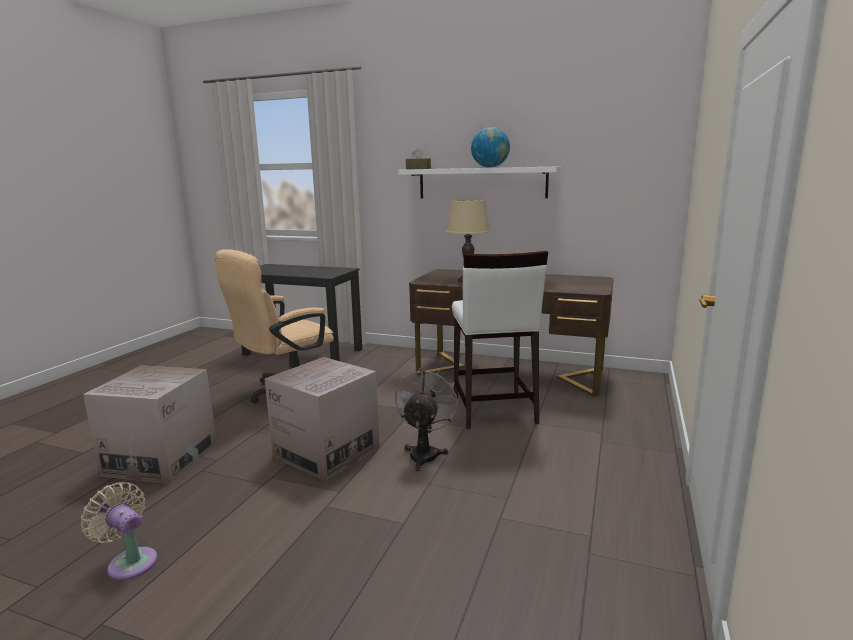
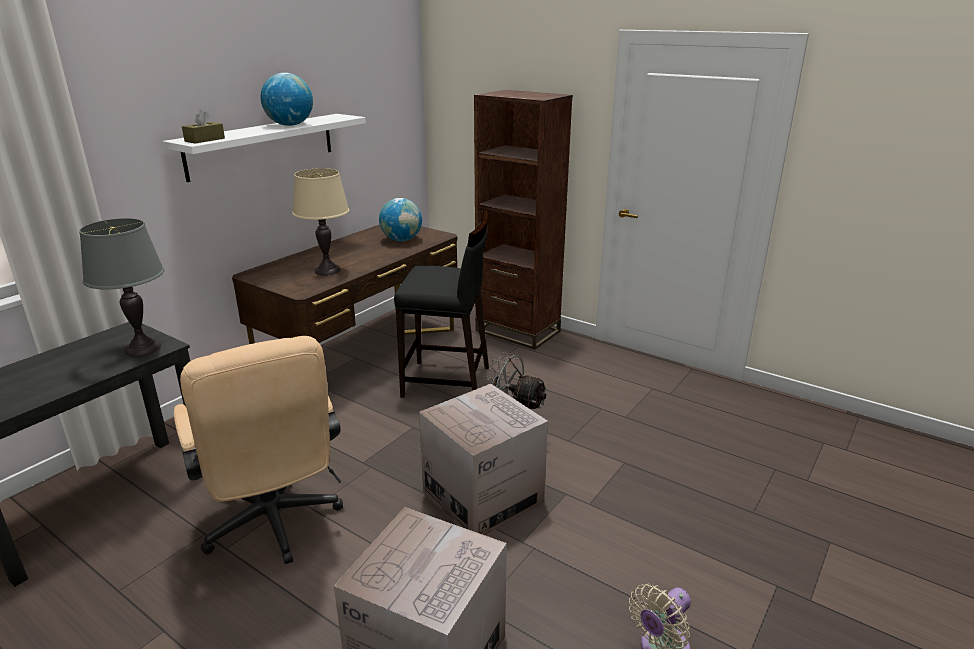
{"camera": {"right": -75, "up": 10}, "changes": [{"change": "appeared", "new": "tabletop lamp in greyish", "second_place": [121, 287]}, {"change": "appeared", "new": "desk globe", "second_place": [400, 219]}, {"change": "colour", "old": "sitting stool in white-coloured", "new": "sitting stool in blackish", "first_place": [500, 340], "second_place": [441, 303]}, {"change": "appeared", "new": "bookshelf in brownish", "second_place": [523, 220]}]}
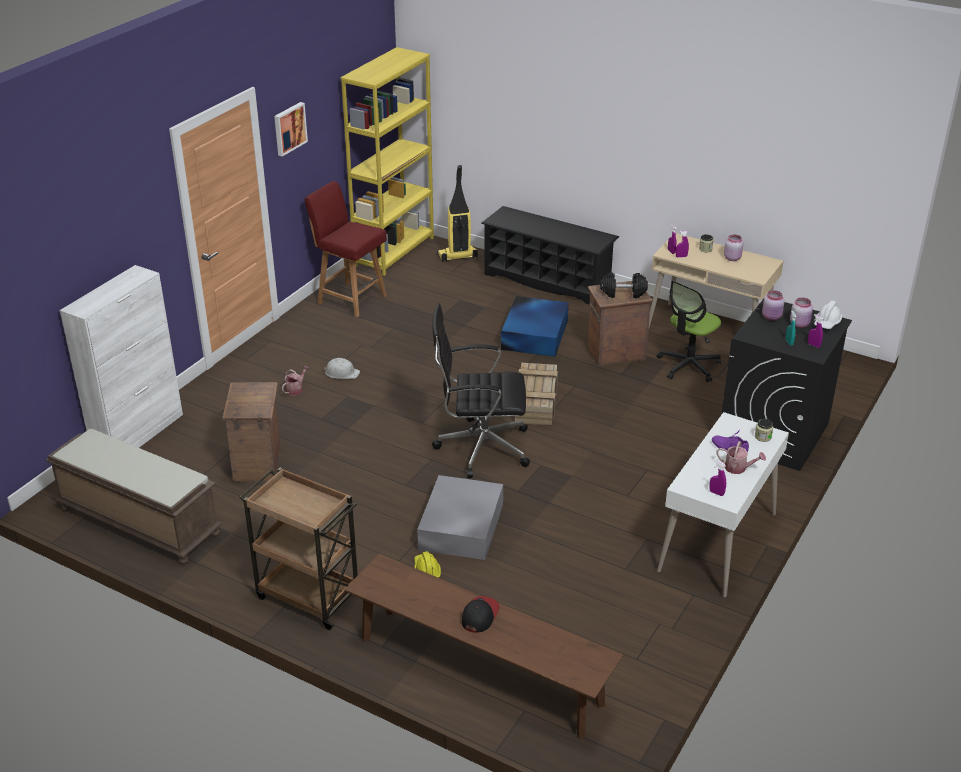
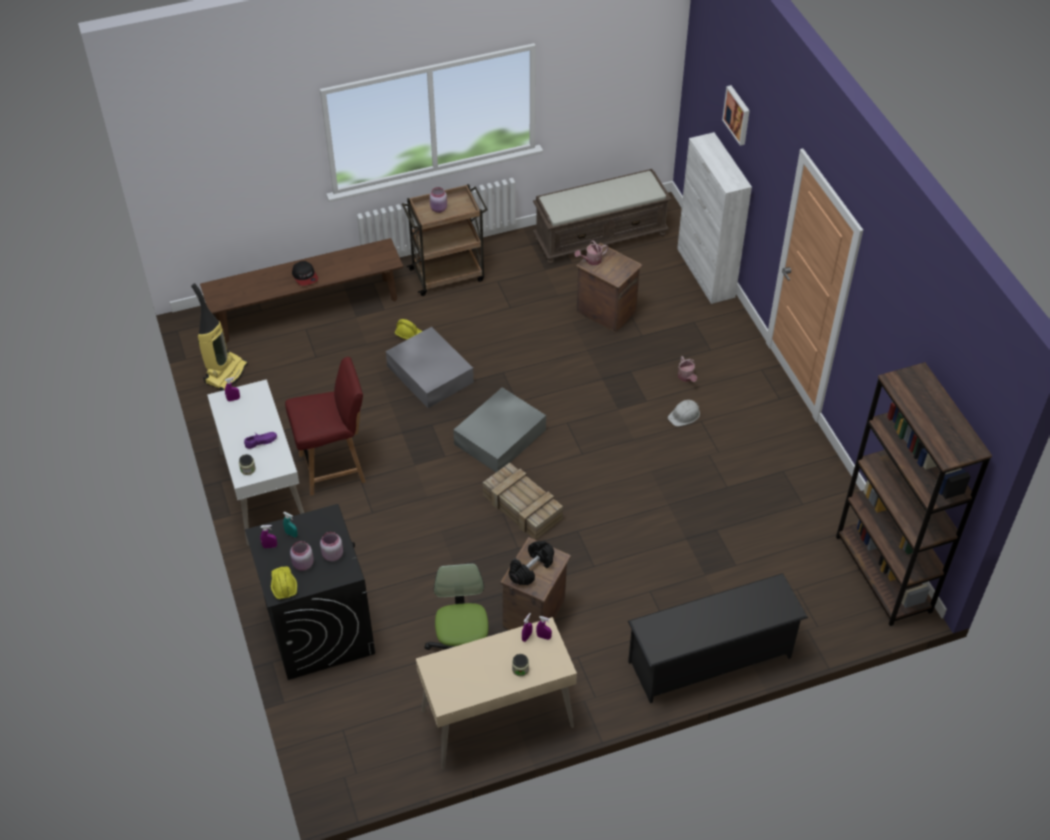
{"camera": {"right": 130, "up": 15}, "changes": [{"change": "relocated", "old": "vacuum", "first_place": [457, 213], "second_place": [219, 337]}, {"change": "colour", "old": "work helmet in white-coloured", "new": "work helmet in yellowish", "first_place": [828, 314], "second_place": [284, 583]}, {"change": "relocated", "old": "upright chair in red-coloured", "first_place": [345, 249], "second_place": [325, 426]}, {"change": "relocated", "old": "jar in pink-coloured", "first_place": [733, 248], "second_place": [438, 200]}, {"change": "exchanged", "old": "computer chair in blackish", "new": "storage bin in greyish", "first_place": [481, 390], "second_place": [499, 429]}, {"change": "relocated", "old": "watering pot", "first_place": [741, 457], "second_place": [591, 253]}, {"change": "relocated", "old": "picture", "first_place": [291, 129], "second_place": [736, 115]}, {"change": "colour", "old": "bookshelf in yellowish", "new": "bookshelf in brownish", "first_place": [387, 161], "second_place": [914, 494]}, {"change": "missing", "old": "storage bin in blue", "first_place": [535, 326]}]}
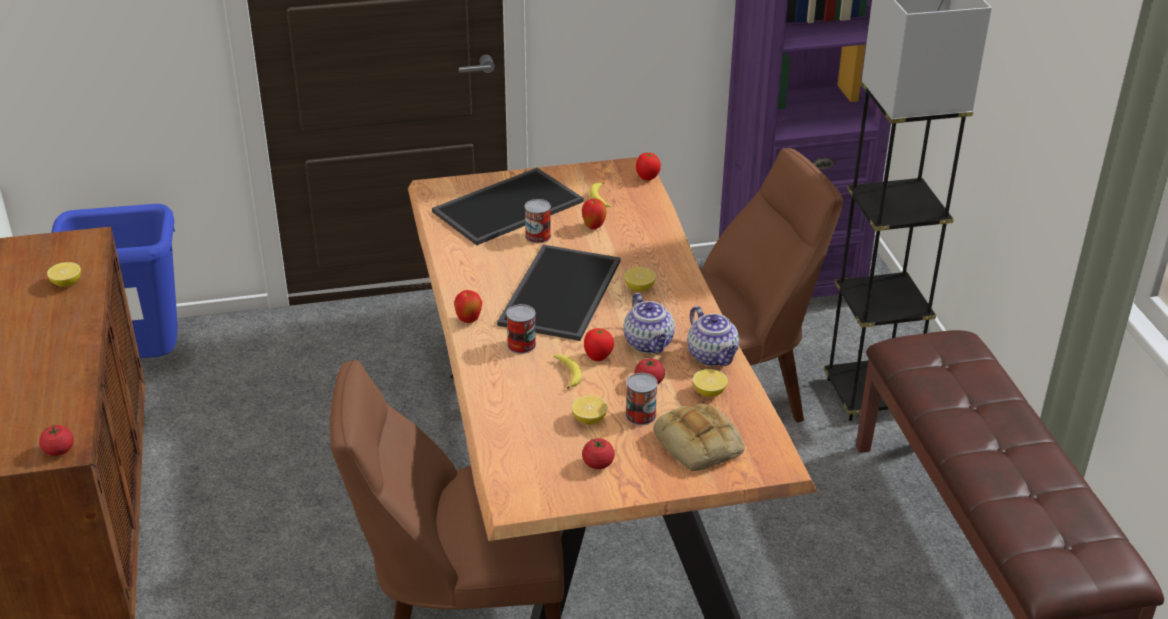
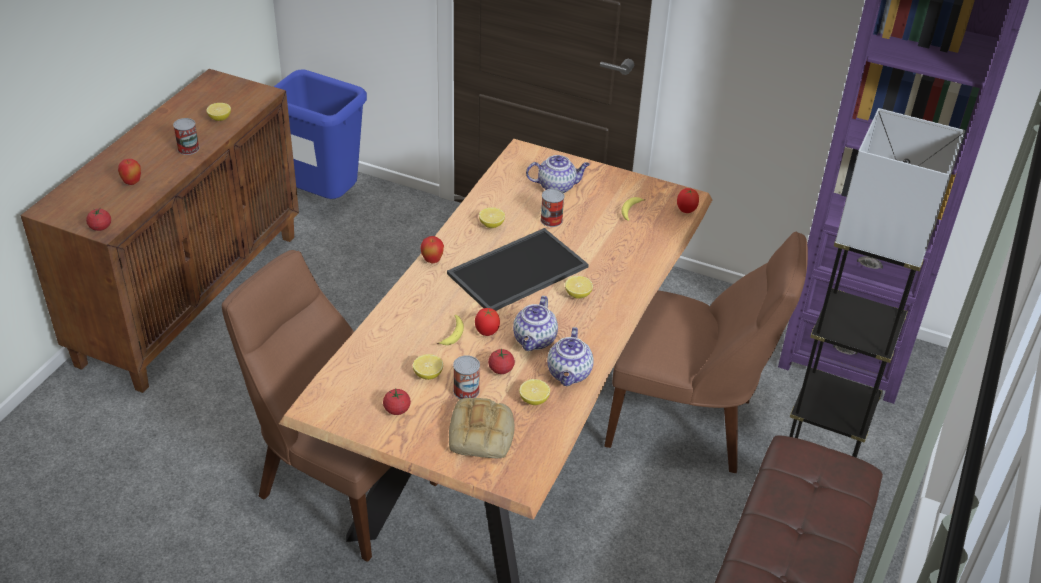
{"camera": {"right": 35, "up": 5}, "changes": [{"change": "relocated", "old": "whole apple", "first_place": [594, 214], "second_place": [129, 172]}, {"change": "relocated", "old": "can", "first_place": [521, 329], "second_place": [186, 136]}, {"change": "appeared", "new": "whole lemon", "second_place": [492, 217]}, {"change": "exchanged", "old": "serving tray", "new": "teapot", "first_place": [507, 206], "second_place": [558, 174]}]}
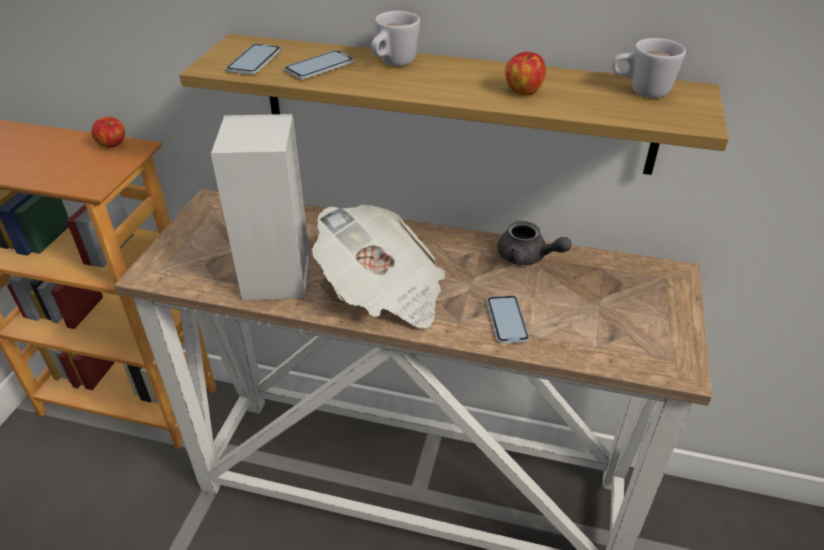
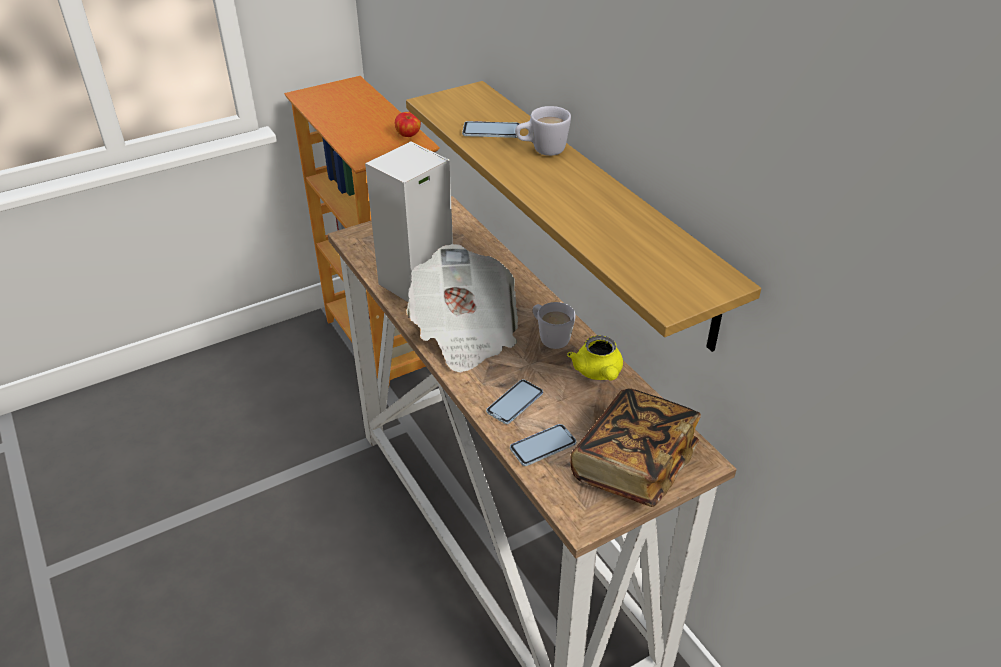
{"camera": {"right": 45, "up": 0}, "changes": [{"change": "relocated", "old": "telephone", "first_place": [253, 59], "second_place": [543, 445]}, {"change": "relocated", "old": "coffee mug in white-coloured", "first_place": [649, 68], "second_place": [554, 325]}, {"change": "colour", "old": "teapot in greyish", "new": "teapot in yellowish", "first_place": [534, 243], "second_place": [595, 358]}, {"change": "appeared", "new": "book", "second_place": [635, 447]}, {"change": "missing", "old": "whole apple", "first_place": [525, 73]}]}
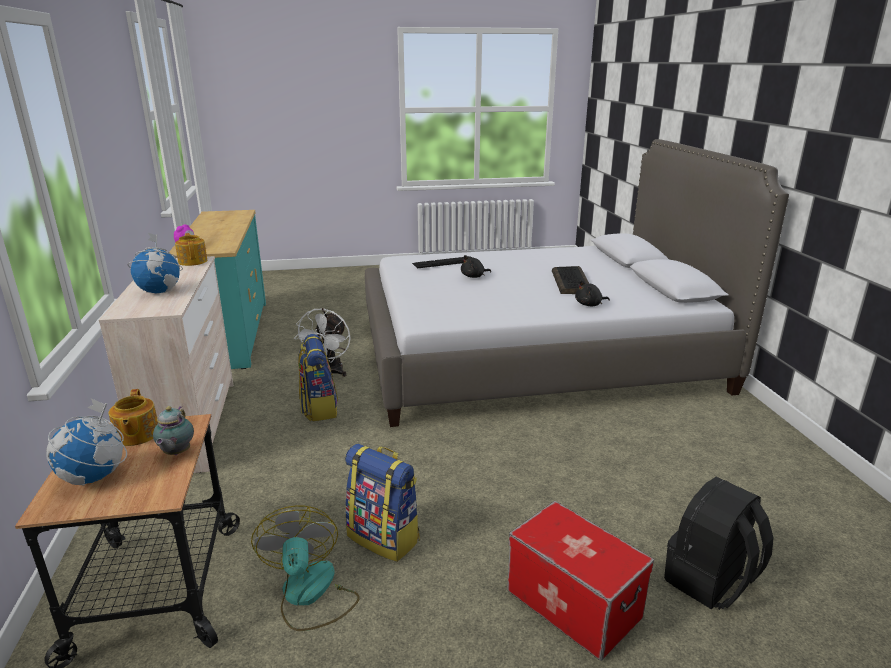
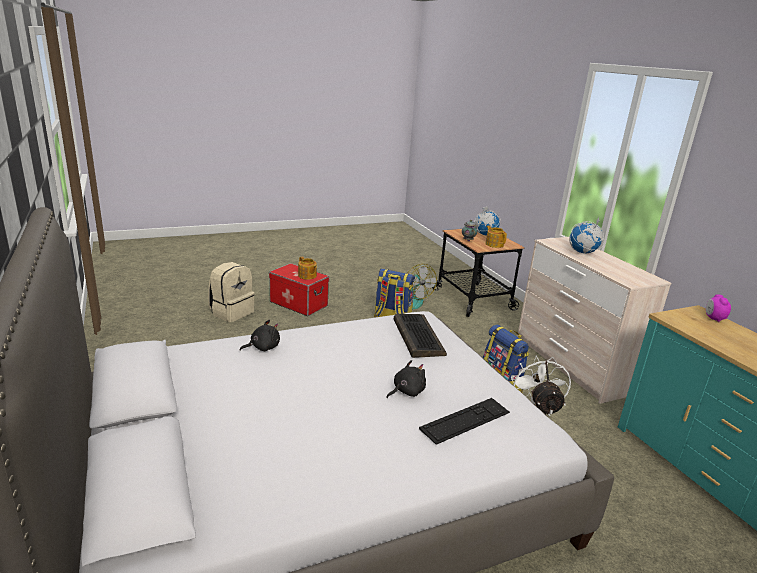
{"camera": {"right": 165, "up": 0}, "changes": [{"change": "colour", "old": "backpack in blackish", "new": "backpack in beige", "first_place": [719, 543], "second_place": [231, 292]}, {"change": "relocated", "old": "teapot", "first_place": [191, 249], "second_place": [307, 268]}, {"change": "relocated", "old": "PC keyboard", "first_place": [570, 280], "second_place": [420, 336]}]}
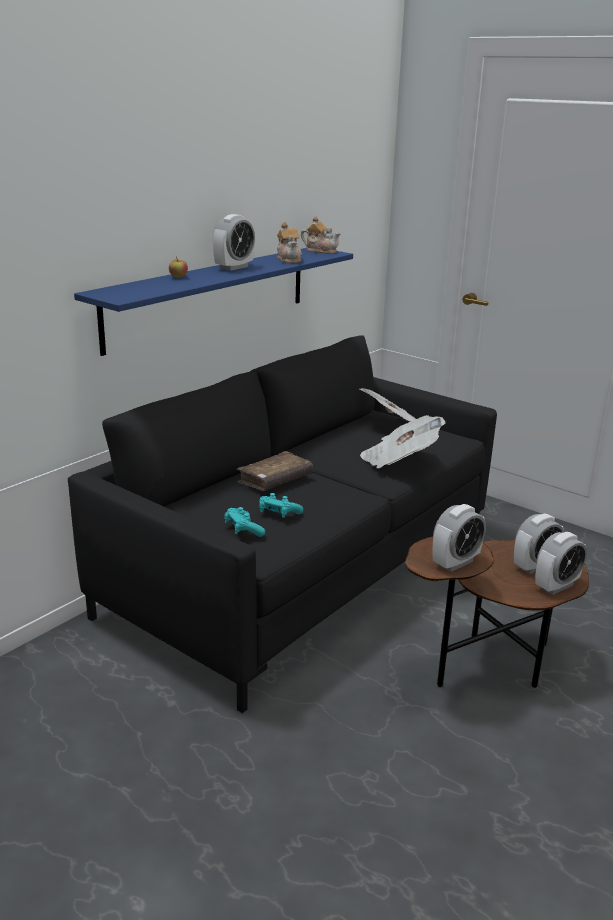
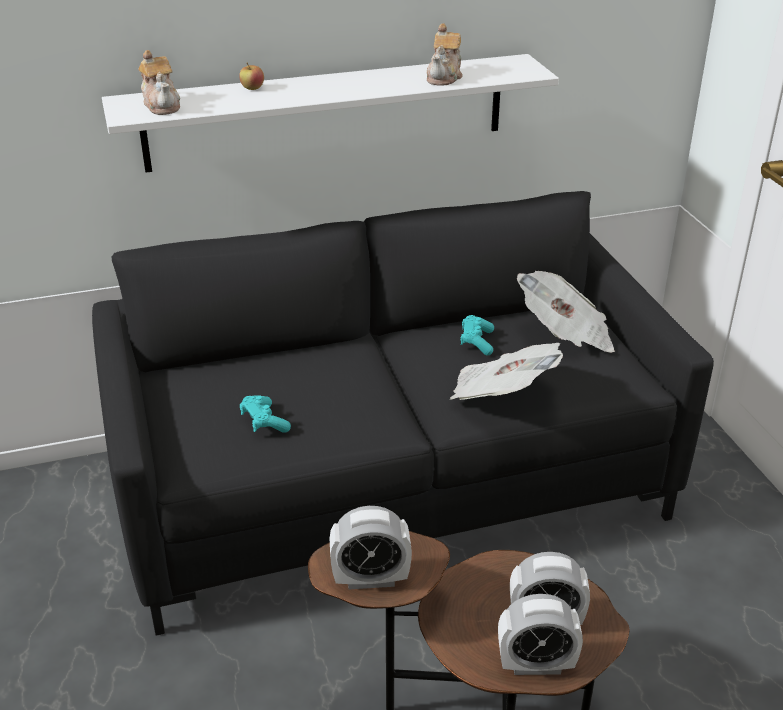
{"camera": {"right": 35, "up": 10}, "changes": [{"change": "colour", "old": "wall shelf in blue", "new": "wall shelf in white-coloured", "first_place": [213, 302], "second_place": [330, 113]}, {"change": "relocated", "old": "teapot", "first_place": [321, 235], "second_place": [159, 82]}, {"change": "relocated", "old": "joypad in blue-green", "first_place": [245, 522], "second_place": [477, 335]}, {"change": "missing", "old": "bedside clock", "first_place": [234, 242]}, {"change": "missing", "old": "book in brownish", "first_place": [274, 471]}]}
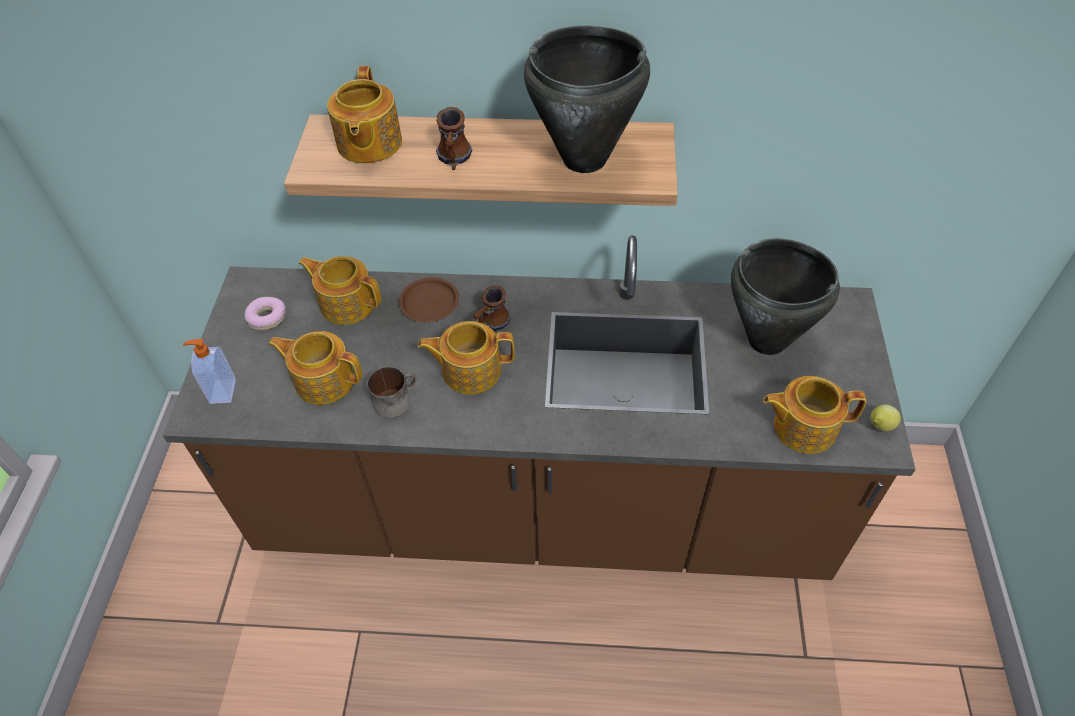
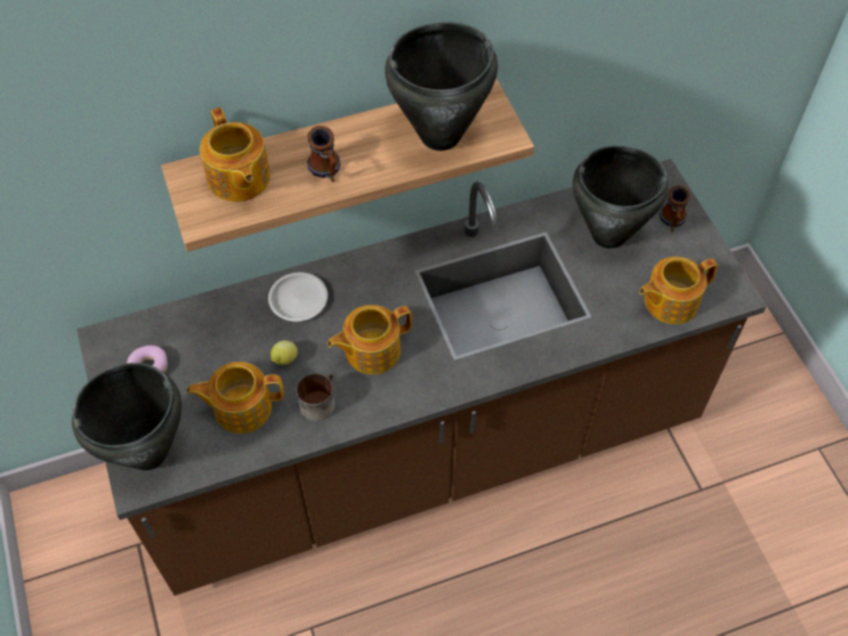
{"camera": {"right": -25, "up": 5}, "changes": [{"change": "exchanged", "old": "soap dispenser", "new": "stockpot in blackish", "first_place": [209, 371], "second_place": [127, 416]}, {"change": "colour", "old": "dinner plate in brownish", "new": "dinner plate in white-coloured", "first_place": [429, 299], "second_place": [298, 296]}, {"change": "relocated", "old": "whole lemon", "first_place": [885, 417], "second_place": [284, 352]}, {"change": "relocated", "old": "coffee mug", "first_place": [491, 308], "second_place": [674, 208]}, {"change": "missing", "old": "teapot", "first_place": [340, 290]}]}
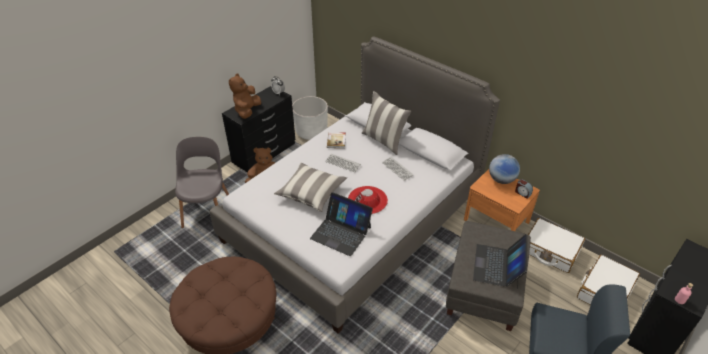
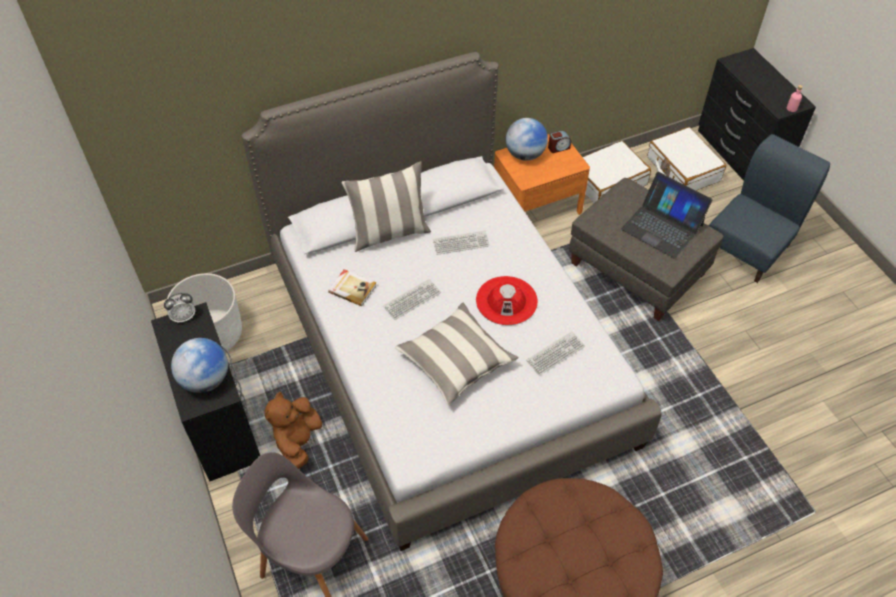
{"camera": {"right": -65, "up": 10}, "changes": [{"change": "exchanged", "old": "plush toy in brownish", "new": "desk globe", "first_place": [245, 96], "second_place": [199, 365]}, {"change": "exchanged", "old": "portable computer", "new": "PC keyboard", "first_place": [341, 224], "second_place": [555, 353]}]}
